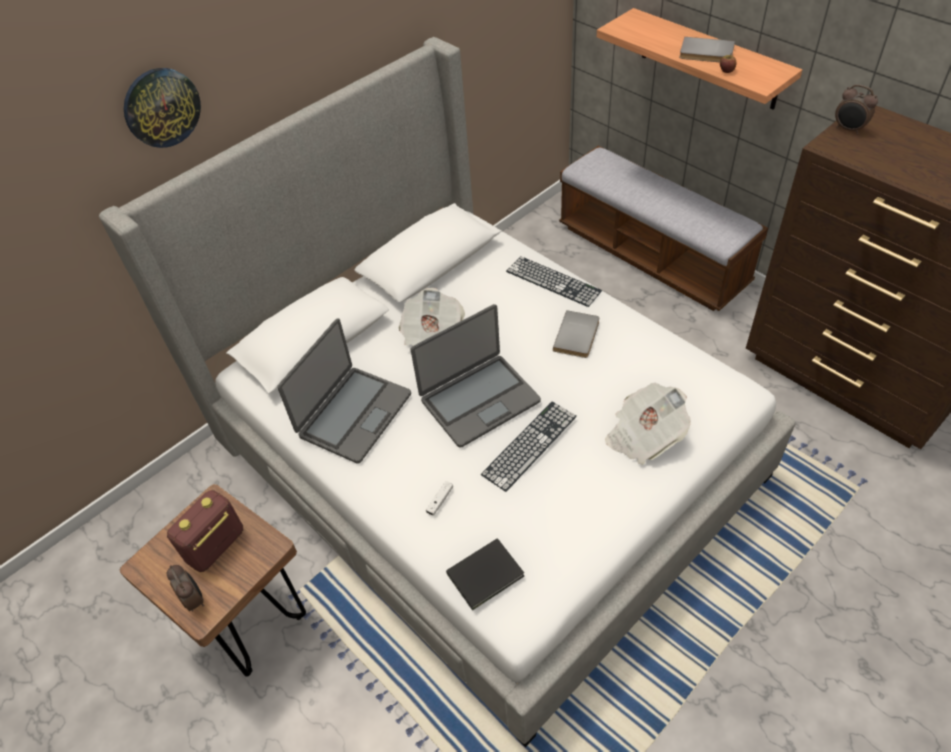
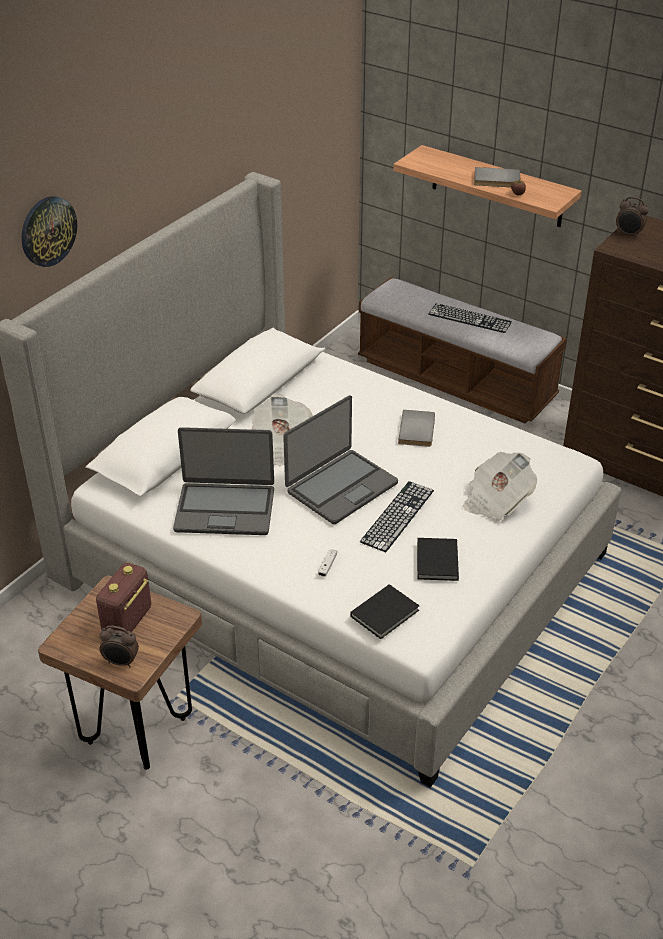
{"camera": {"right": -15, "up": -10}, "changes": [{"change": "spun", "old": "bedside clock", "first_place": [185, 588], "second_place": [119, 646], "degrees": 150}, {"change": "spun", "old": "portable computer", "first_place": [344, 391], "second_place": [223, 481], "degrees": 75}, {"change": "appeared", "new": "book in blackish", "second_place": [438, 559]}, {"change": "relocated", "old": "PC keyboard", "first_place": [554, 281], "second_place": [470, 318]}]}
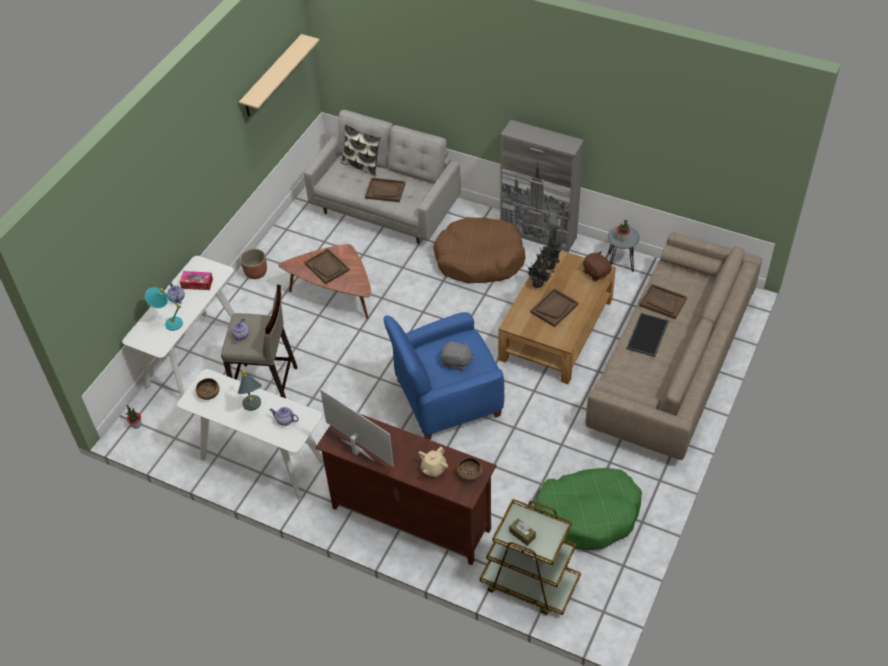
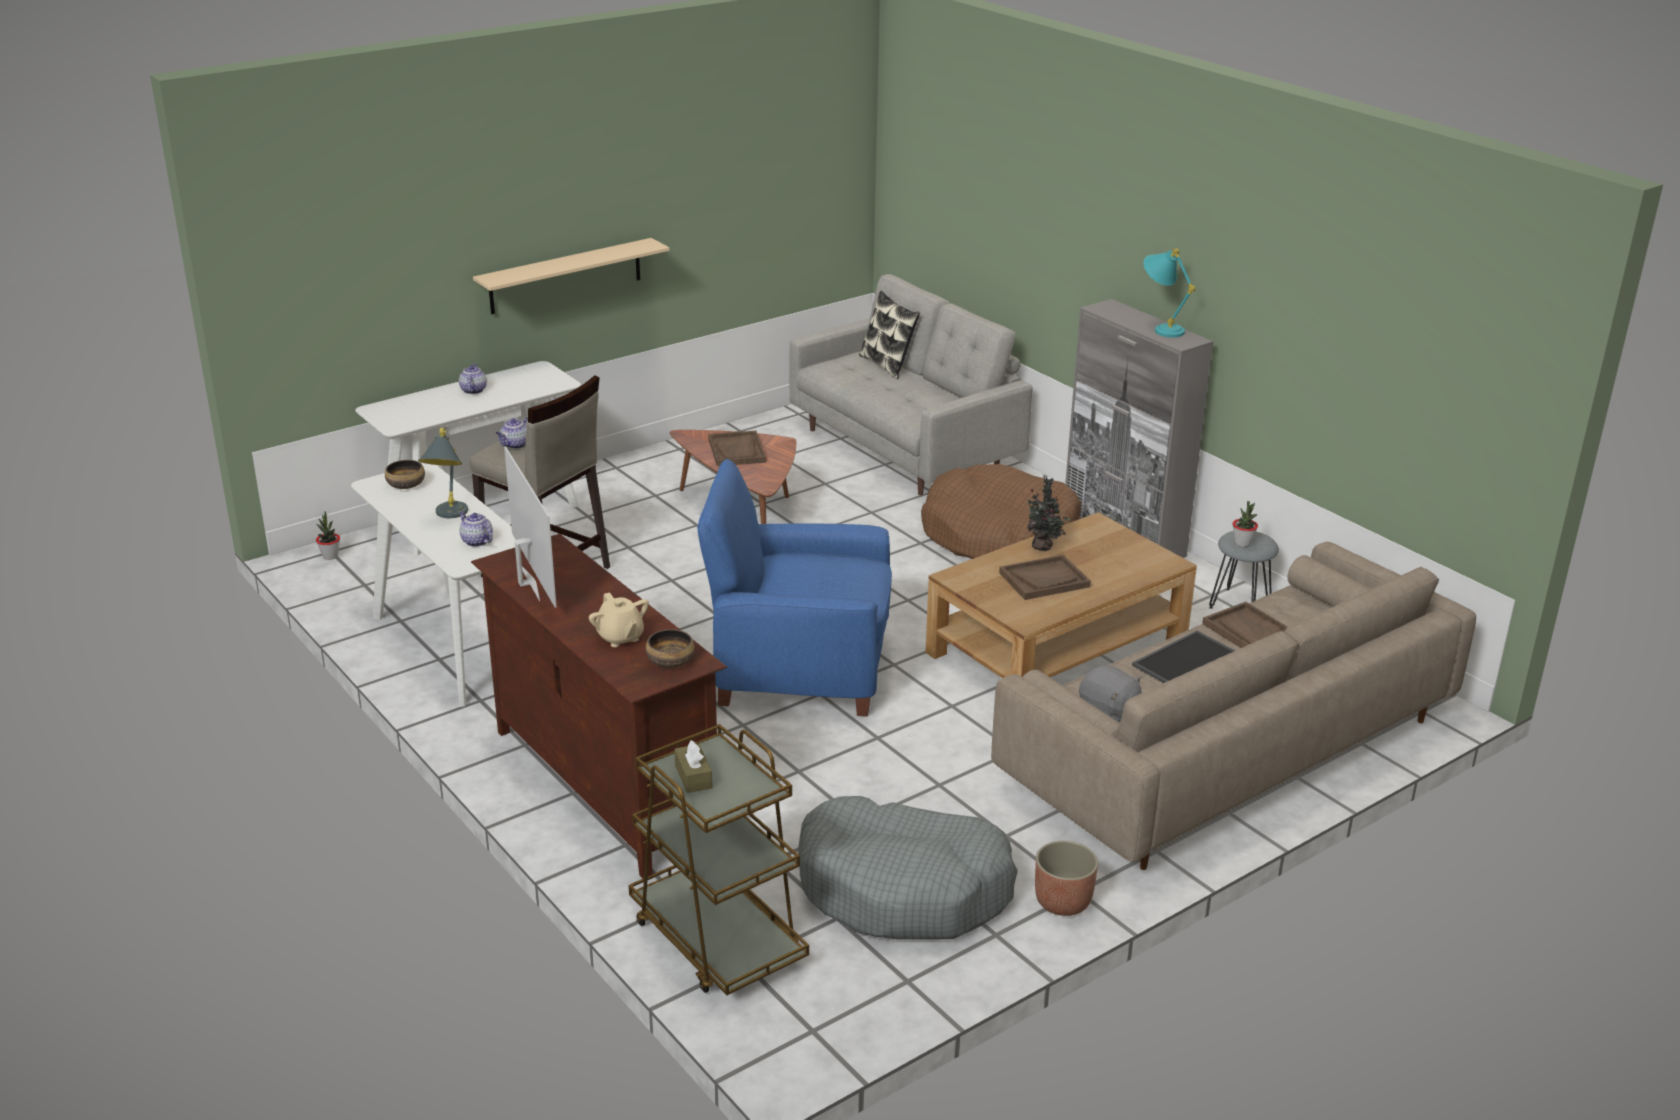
{"camera": {"right": 25, "up": -20}, "changes": [{"change": "relocated", "old": "wall shelf in beige", "first_place": [279, 75], "second_place": [571, 276]}, {"change": "spun", "old": "teapot in beige", "first_place": [433, 461], "second_place": [619, 619], "degrees": -90}, {"change": "colour", "old": "dog cushion in greenish", "new": "dog cushion in greyish", "first_place": [587, 509], "second_place": [908, 867]}, {"change": "relocated", "old": "plant pot", "first_place": [253, 264], "second_place": [1066, 878]}, {"change": "relocated", "old": "plush toy in greyish", "first_place": [457, 356], "second_place": [1110, 693]}, {"change": "relocated", "old": "tabletop lamp in blue-green", "first_place": [164, 309], "second_place": [1169, 292]}, {"change": "missing", "old": "tissue box", "first_place": [196, 280]}, {"change": "missing", "old": "serving tray in brownish", "first_place": [385, 189]}, {"change": "missing", "old": "houseplant", "first_place": [551, 253]}, {"change": "missing", "old": "plush toy in brownish", "first_place": [597, 266]}]}
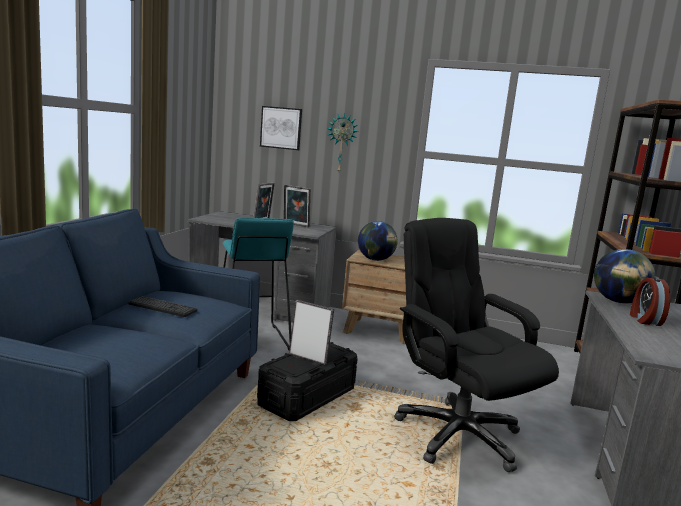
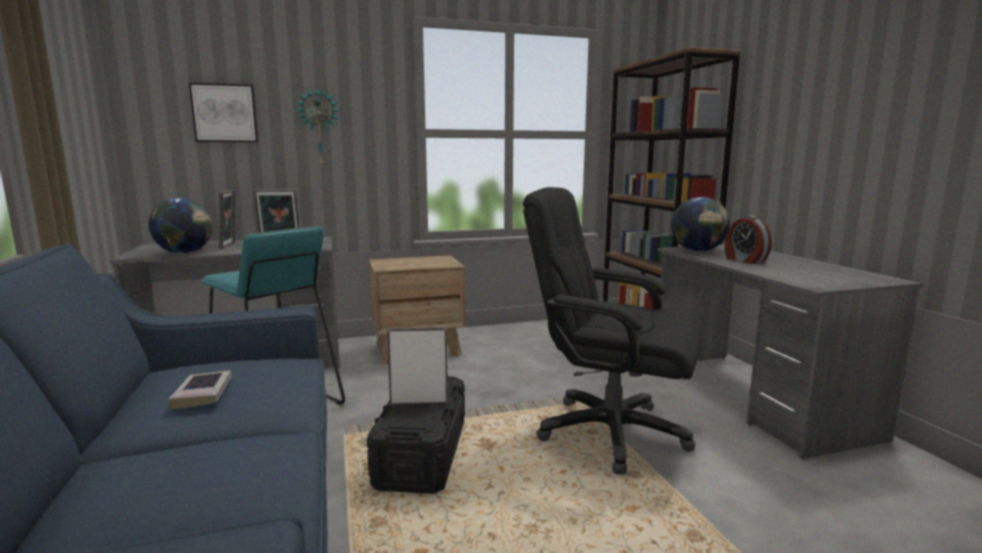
{"camera": {"right": -30, "up": 0}, "changes": [{"change": "relocated", "old": "desk globe", "first_place": [378, 241], "second_place": [180, 225]}, {"change": "exchanged", "old": "PC keyboard", "new": "book", "first_place": [163, 306], "second_place": [200, 389]}]}
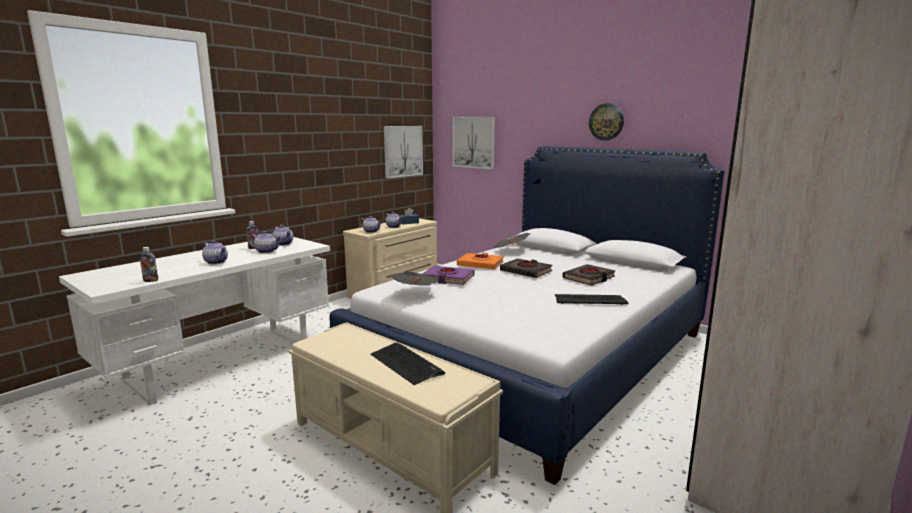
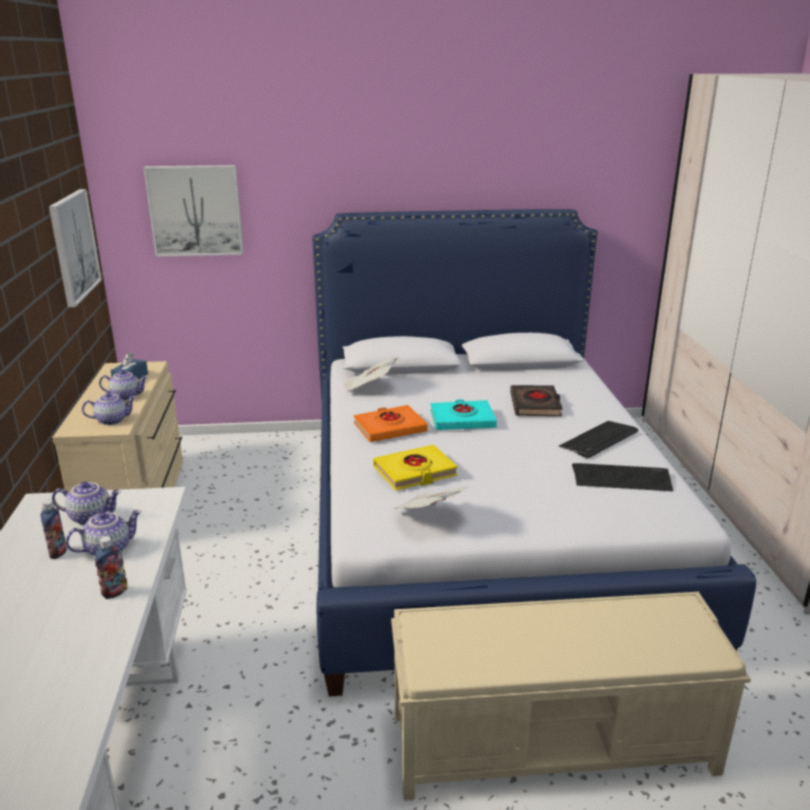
{"camera": {"right": -45, "up": 10}, "changes": [{"change": "relocated", "old": "bottle", "first_place": [149, 264], "second_place": [111, 567]}, {"change": "colour", "old": "book in purple-coloured", "new": "book in yellowish", "first_place": [448, 275], "second_place": [415, 468]}, {"change": "colour", "old": "book in blackish", "new": "book in blue-green", "first_place": [526, 268], "second_place": [463, 415]}, {"change": "relocated", "old": "PC keyboard", "first_place": [408, 364], "second_place": [622, 477]}, {"change": "missing", "old": "teapot", "first_place": [215, 252]}, {"change": "missing", "old": "wall clock", "first_place": [606, 122]}]}
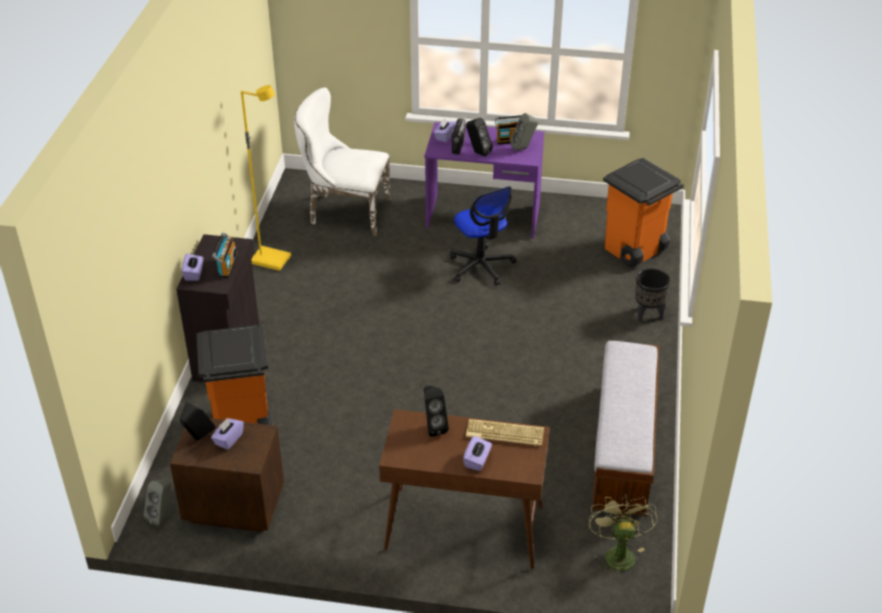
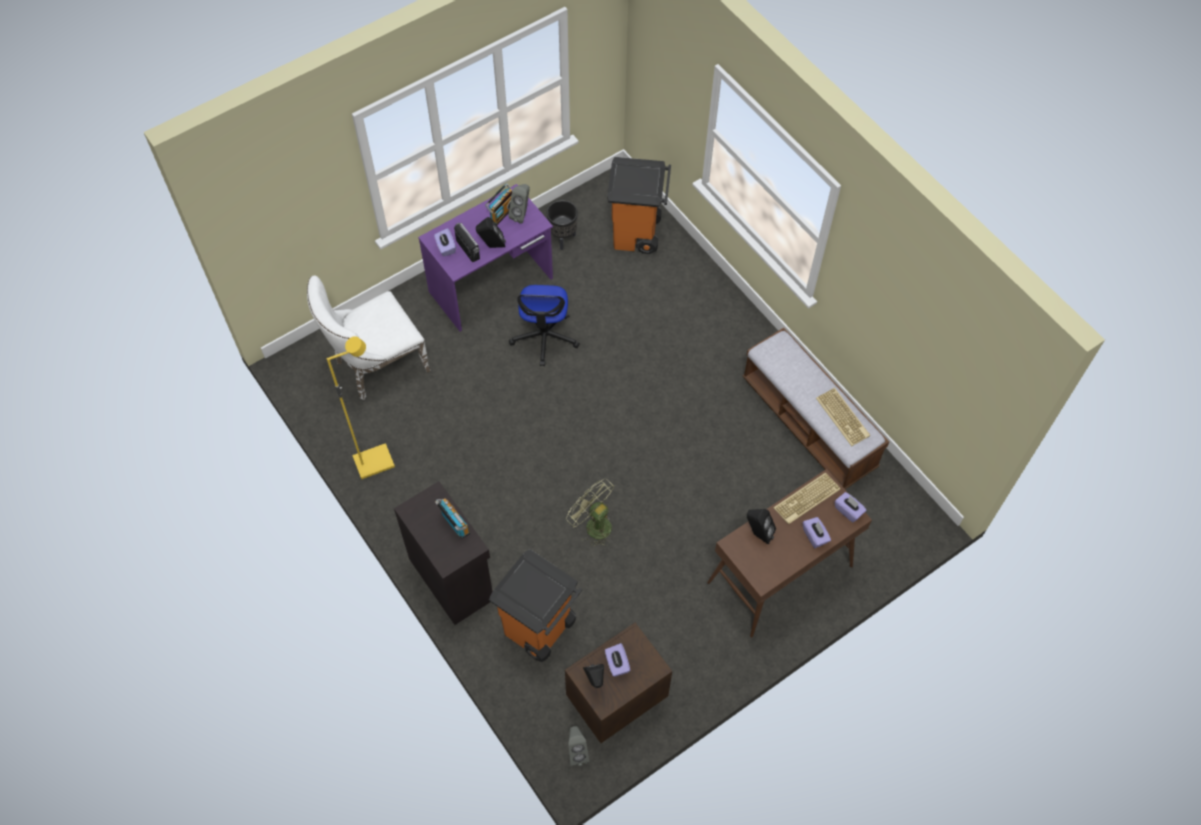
{"camera": {"right": -45, "up": 20}, "changes": [{"change": "spun", "old": "computer chair", "first_place": [483, 236], "second_place": [544, 325], "degrees": 75}, {"change": "relocated", "old": "plant pot in blackish", "first_place": [653, 295], "second_place": [562, 225]}, {"change": "relocated", "old": "fan in greenish", "first_place": [623, 536], "second_place": [590, 513]}, {"change": "appeared", "new": "PC keyboard", "second_place": [843, 417]}, {"change": "relocated", "old": "tissue box in purple-coloured", "first_place": [193, 267], "second_place": [851, 507]}]}
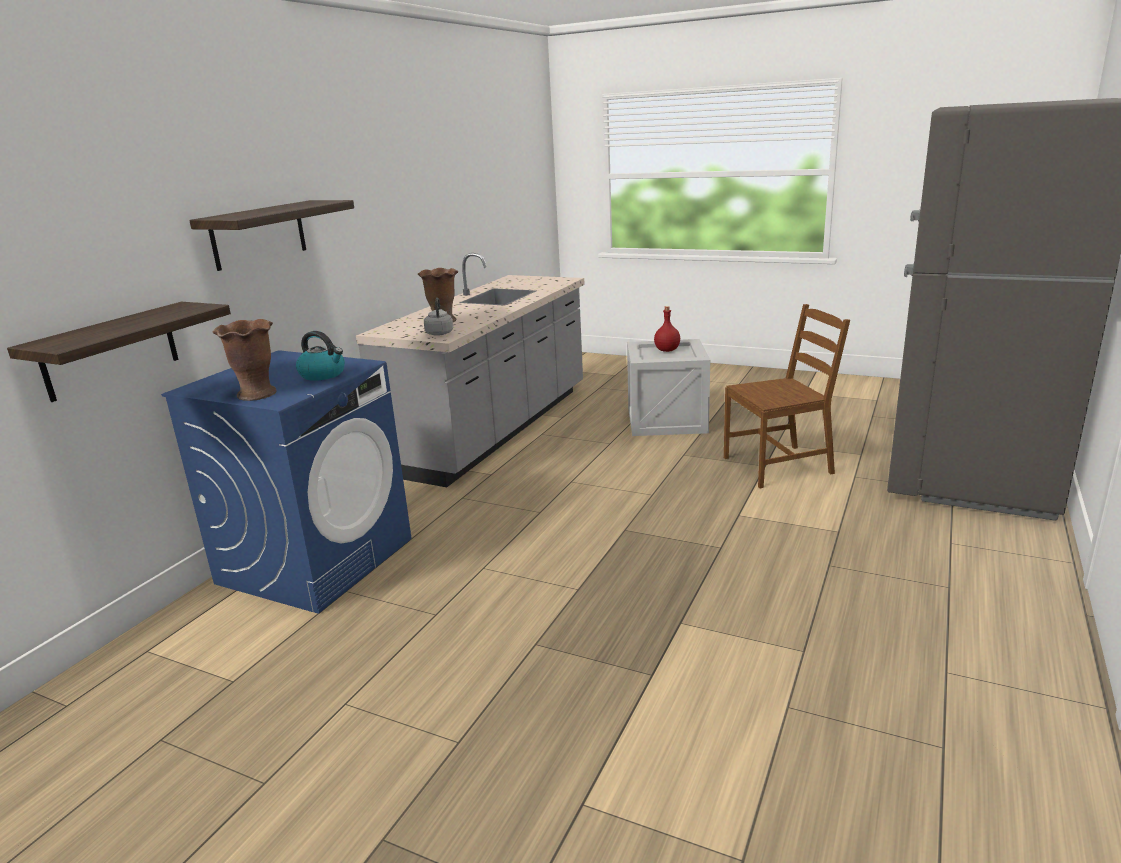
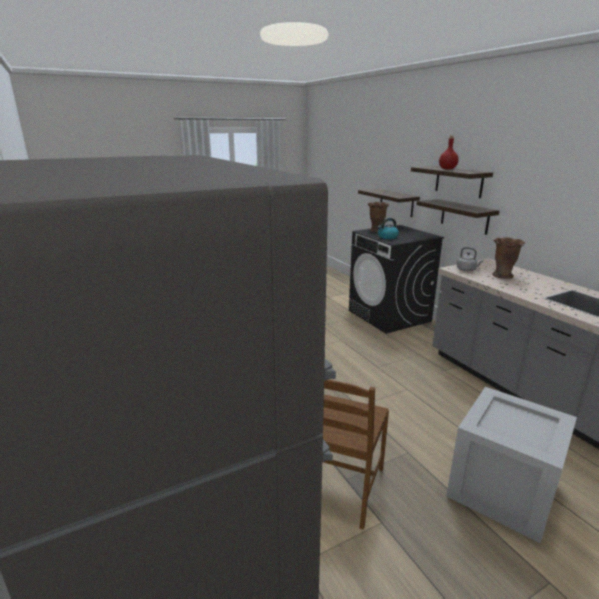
{"camera": {"right": 125, "up": 0}, "changes": [{"change": "colour", "old": "washing machine in blue", "new": "washing machine in blackish", "first_place": [286, 482], "second_place": [396, 279]}, {"change": "appeared", "new": "wall shelf", "second_place": [457, 217]}, {"change": "relocated", "old": "bottle in red-coloured", "first_place": [667, 329], "second_place": [449, 153]}]}
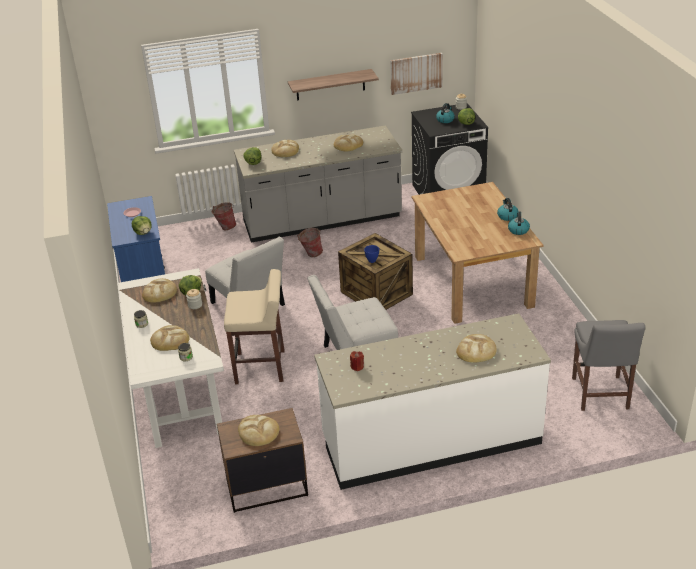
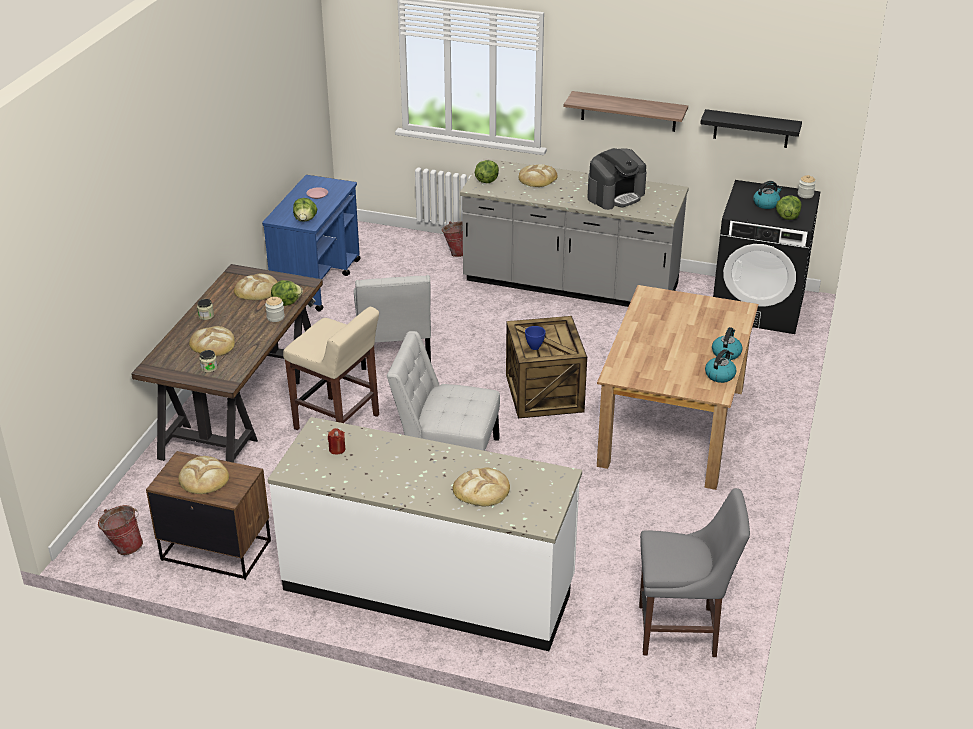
{"camera": {"right": 30, "up": 0}, "changes": [{"change": "relocated", "old": "water bucket", "first_place": [310, 242], "second_place": [120, 530]}, {"change": "colour", "old": "desk unit in white-coloured", "new": "desk unit in brownish", "first_place": [171, 358], "second_place": [227, 363]}, {"change": "exchanged", "old": "bakery bread", "new": "coffee maker", "first_place": [348, 143], "second_place": [617, 179]}, {"change": "spun", "old": "upright chair in greyish", "first_place": [608, 365], "second_place": [694, 572], "degrees": -120}, {"change": "exchanged", "old": "picture", "new": "wall shelf in blackish", "first_place": [416, 74], "second_place": [751, 128]}]}
